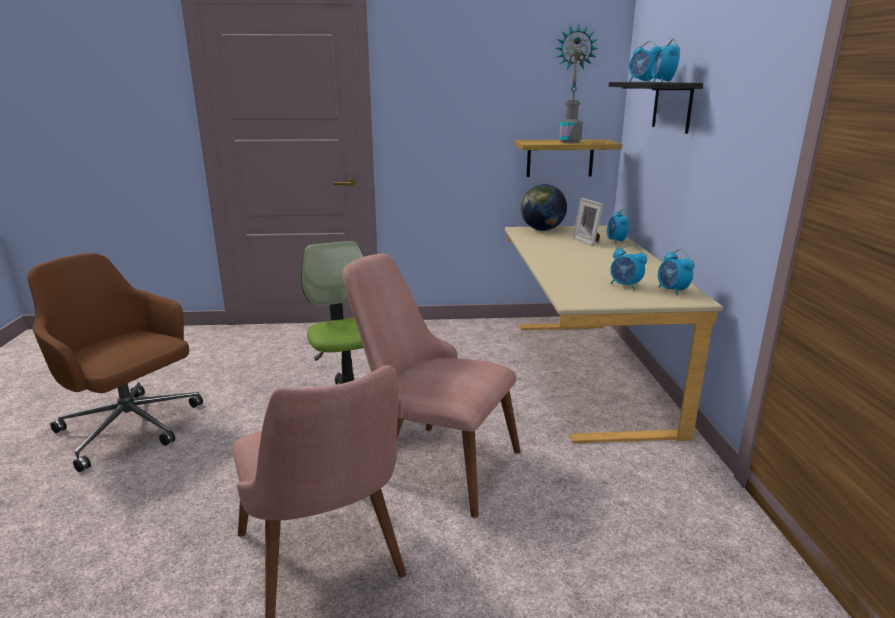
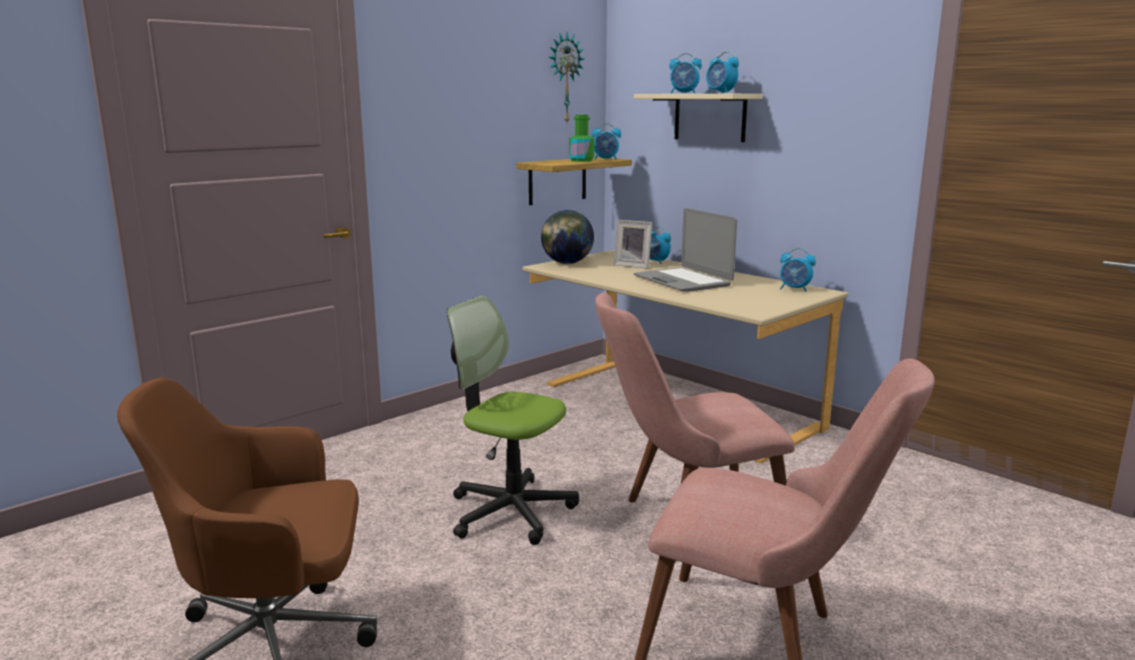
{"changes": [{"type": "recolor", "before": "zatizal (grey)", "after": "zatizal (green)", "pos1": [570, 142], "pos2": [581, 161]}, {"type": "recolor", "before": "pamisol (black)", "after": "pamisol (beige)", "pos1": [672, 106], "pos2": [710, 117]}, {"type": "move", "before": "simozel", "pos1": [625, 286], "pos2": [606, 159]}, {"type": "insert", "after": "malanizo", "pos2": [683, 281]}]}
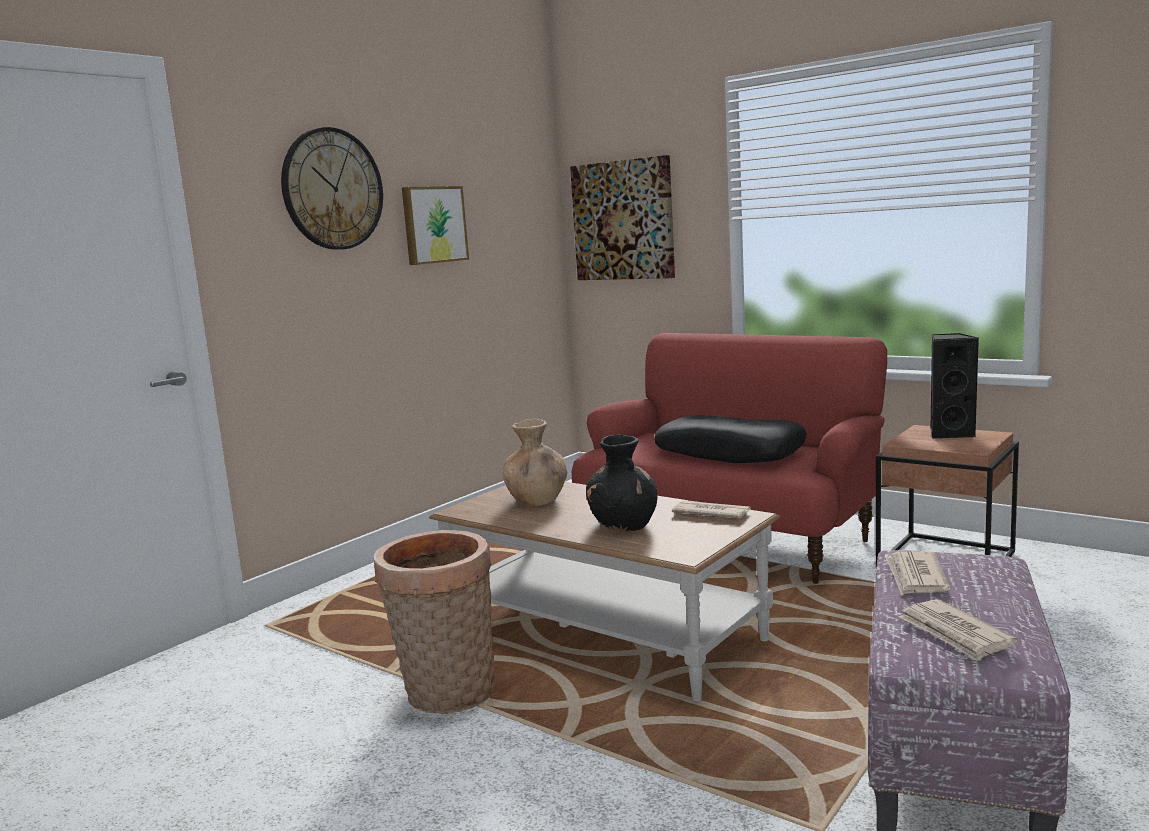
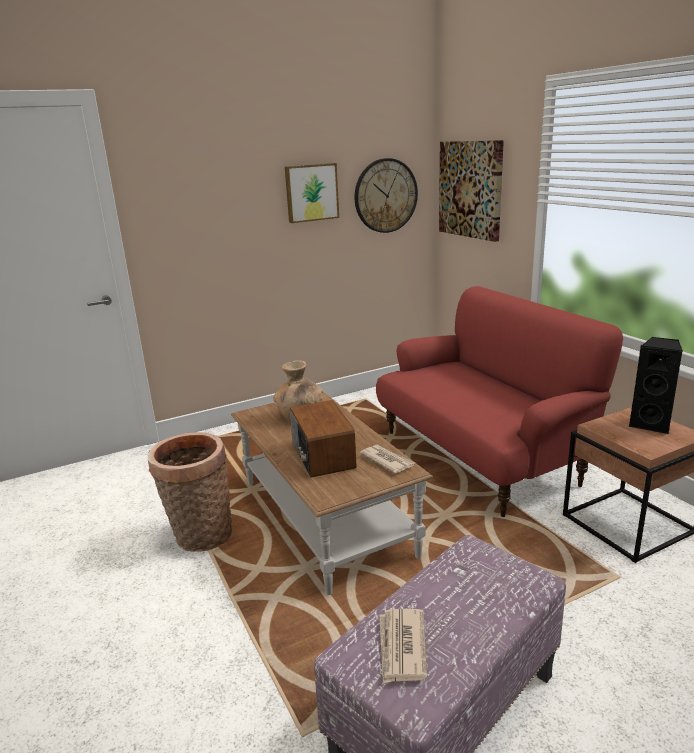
{"changes": [{"type": "move", "before": "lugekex", "pos1": [332, 189], "pos2": [385, 196]}, {"type": "replace", "before": "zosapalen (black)", "after": "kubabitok", "pos1": [624, 525], "pos2": [322, 456]}, {"type": "delete", "before": "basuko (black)", "pos1": [730, 453]}, {"type": "delete", "before": "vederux", "pos1": [916, 577]}]}
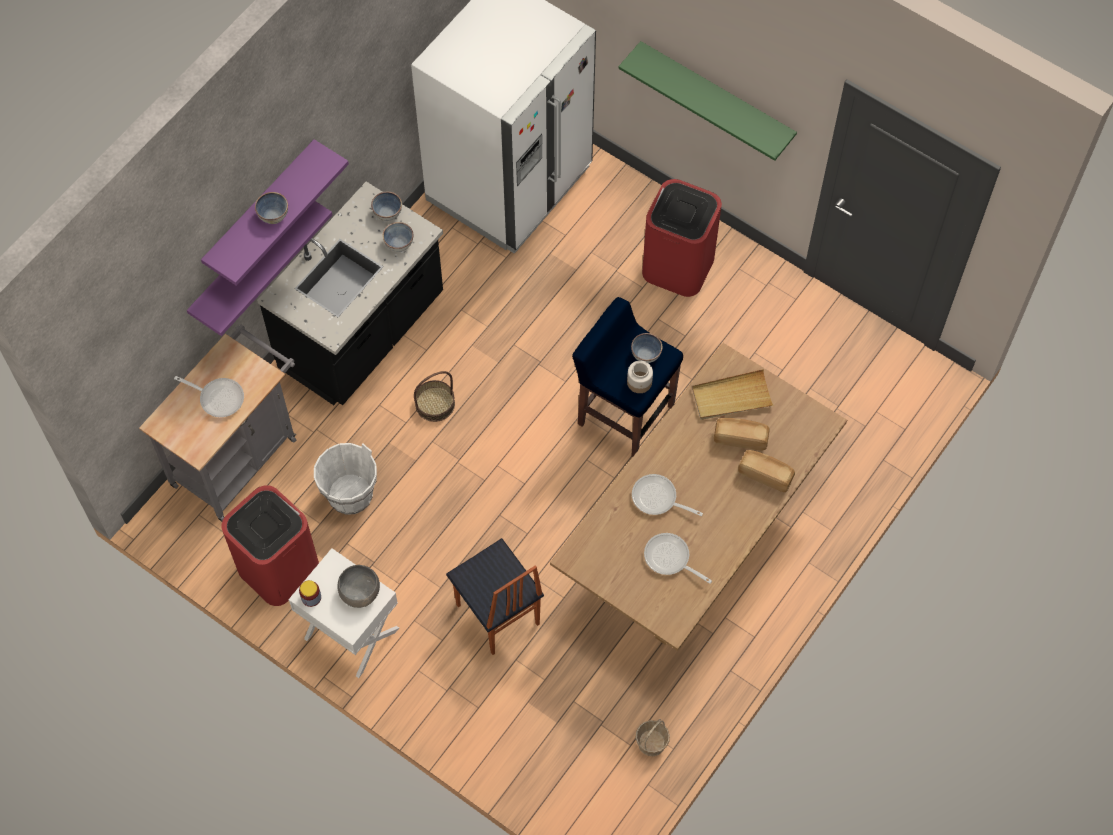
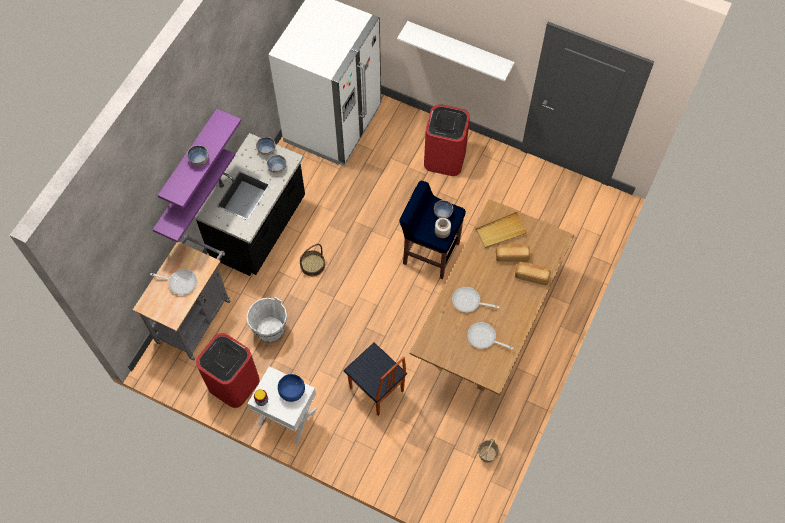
{"changes": [{"type": "recolor", "before": "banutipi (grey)", "after": "banutipi (blue)", "pos1": [359, 592], "pos2": [292, 391]}, {"type": "recolor", "before": "pamisol (green)", "after": "pamisol (white)", "pos1": [716, 97], "pos2": [459, 48]}]}
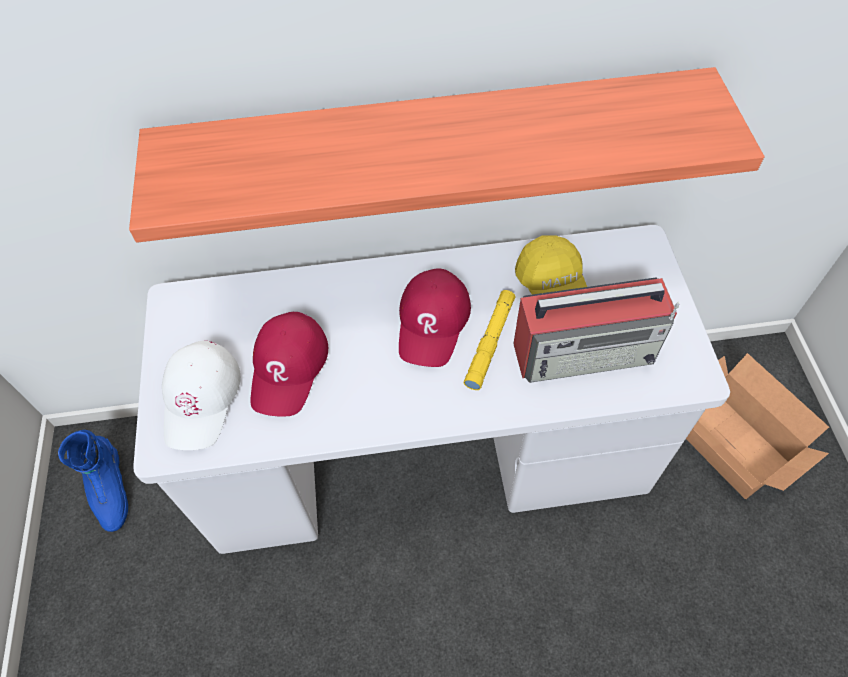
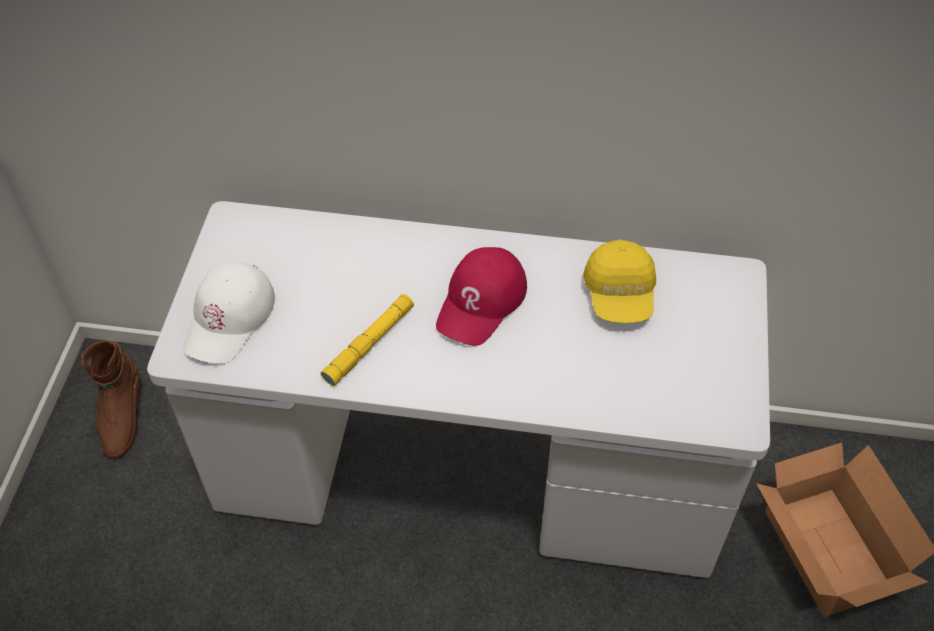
{"changes": [{"type": "recolor", "before": "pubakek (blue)", "after": "pubakek (brown)", "pos1": [110, 490], "pos2": [122, 417]}, {"type": "delete", "before": "pamisol", "pos1": [434, 139]}, {"type": "delete", "before": "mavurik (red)", "pos1": [288, 367]}, {"type": "move", "before": "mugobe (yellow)", "pos1": [490, 343], "pos2": [369, 344]}, {"type": "delete", "before": "kubabitok", "pos1": [586, 352]}]}
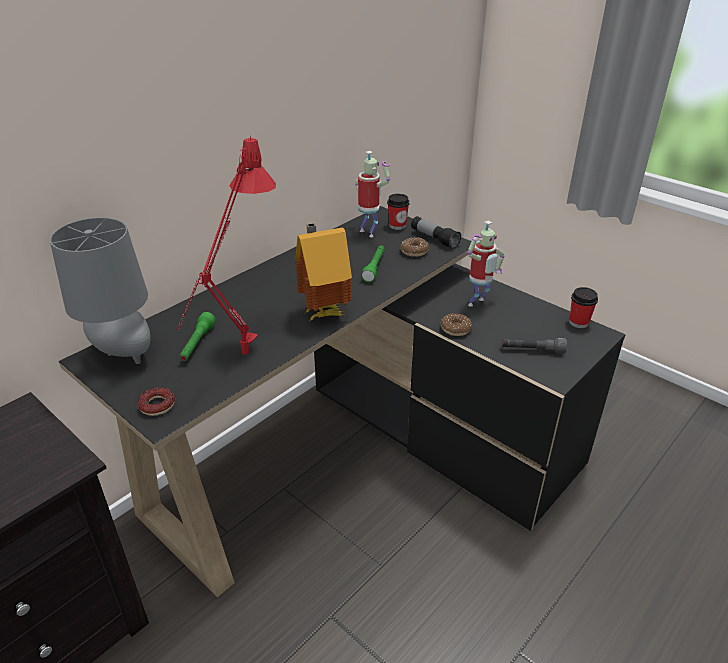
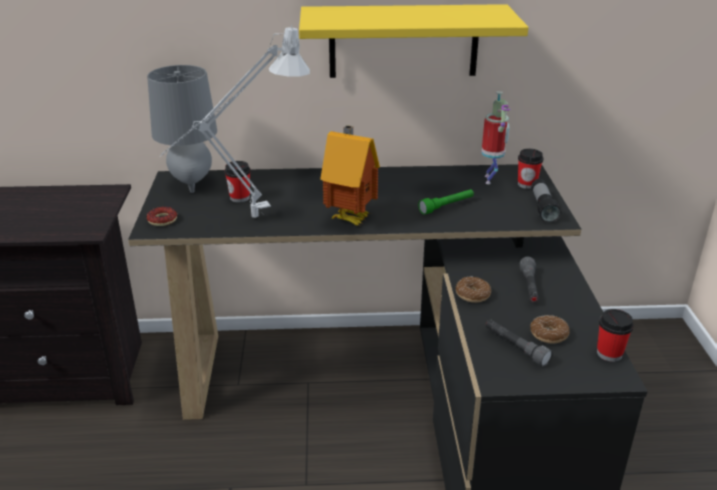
{"changes": [{"type": "recolor", "before": "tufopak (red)", "after": "tufopak (grey)", "pos1": [240, 361], "pos2": [245, 221]}, {"type": "replace", "before": "mugobe (green)", "after": "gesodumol", "pos1": [197, 344], "pos2": [240, 198]}, {"type": "move", "before": "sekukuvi", "pos1": [414, 251], "pos2": [549, 334]}, {"type": "replace", "before": "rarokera", "after": "mugobe (grey)", "pos1": [478, 304], "pos2": [529, 287]}, {"type": "insert", "after": "pamisol (yellow)", "pos2": [403, 41]}]}
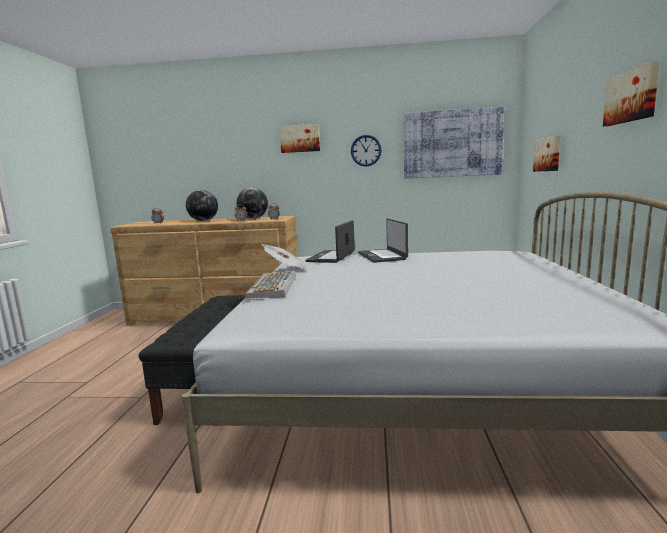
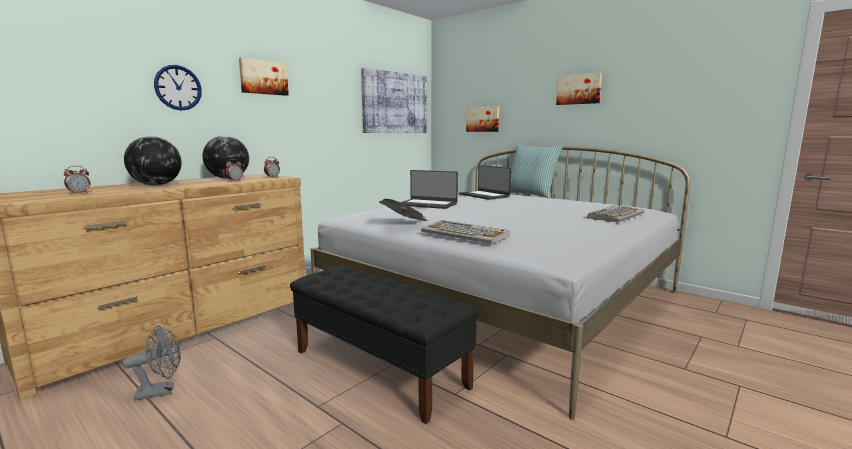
{"changes": [{"type": "move", "before": "malanizo", "pos1": [332, 257], "pos2": [484, 195]}, {"type": "move", "before": "lugekex", "pos1": [366, 150], "pos2": [178, 88]}, {"type": "insert", "after": "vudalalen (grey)", "pos2": [161, 391]}, {"type": "insert", "after": "basuko", "pos2": [530, 194]}, {"type": "insert", "after": "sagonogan", "pos2": [616, 215]}]}
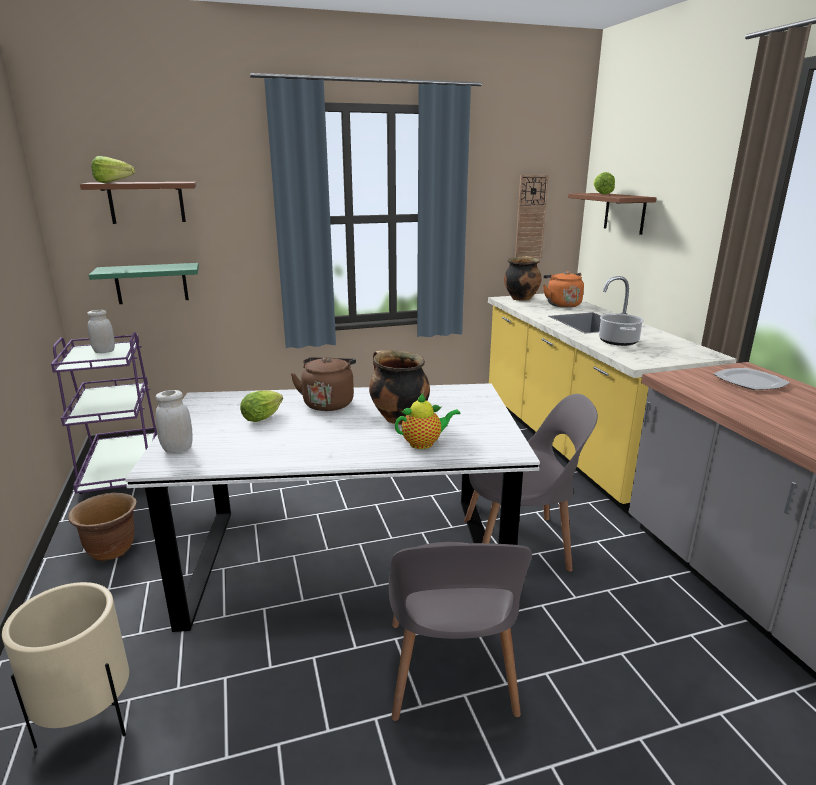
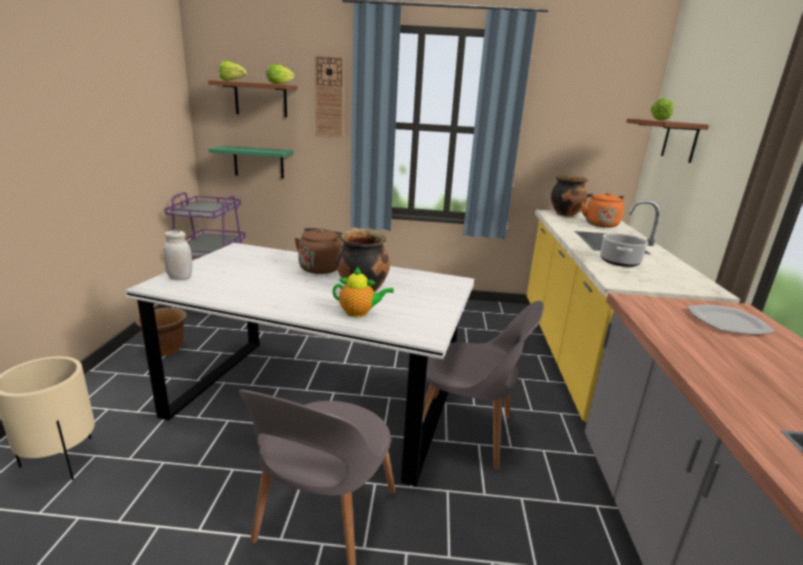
{"changes": [{"type": "delete", "before": "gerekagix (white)", "pos1": [104, 351]}, {"type": "move", "before": "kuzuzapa", "pos1": [264, 417], "pos2": [281, 84]}, {"type": "move", "before": "lugekex", "pos1": [530, 217], "pos2": [329, 97]}]}
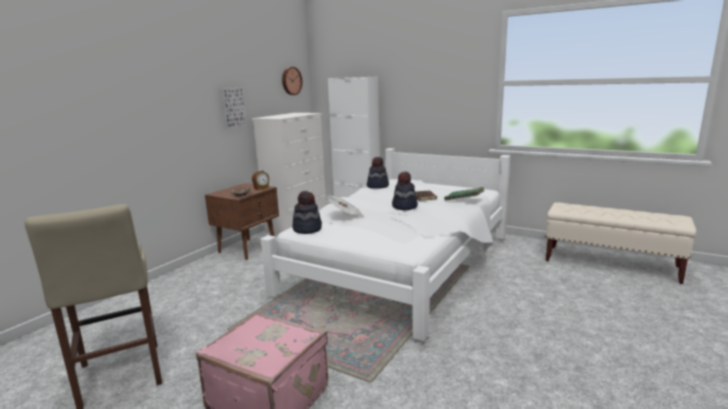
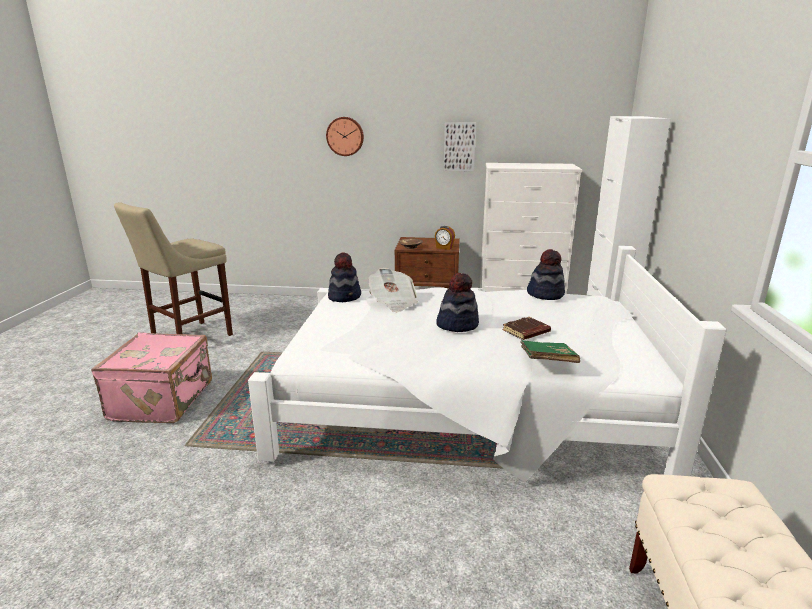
{"changes": [{"type": "move", "before": "lugekex", "pos1": [291, 81], "pos2": [345, 136]}]}
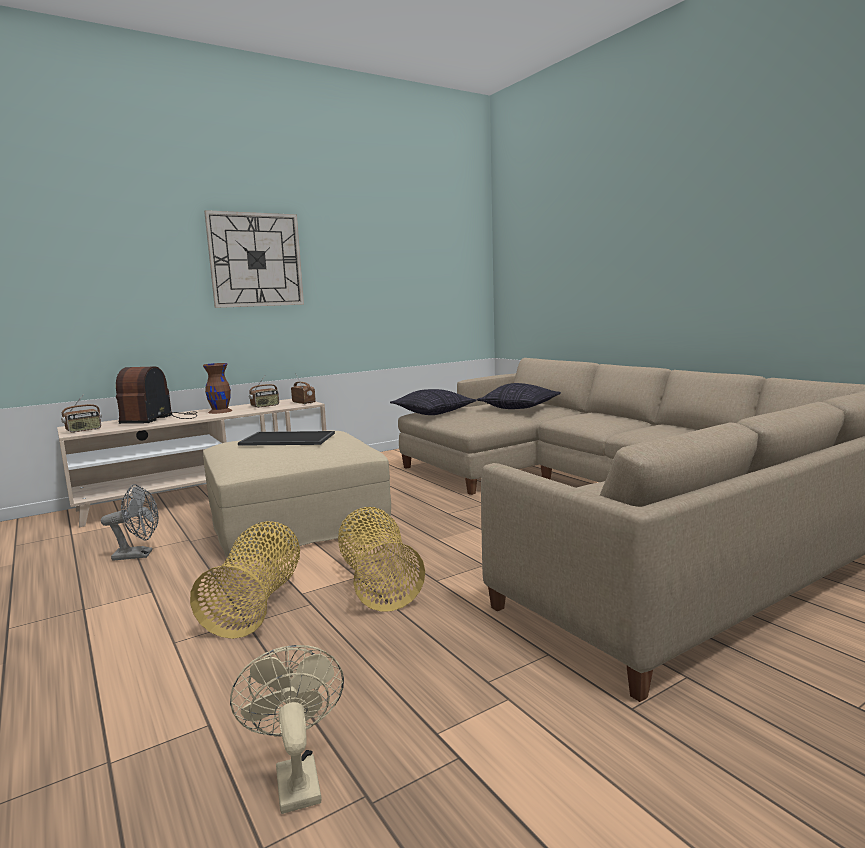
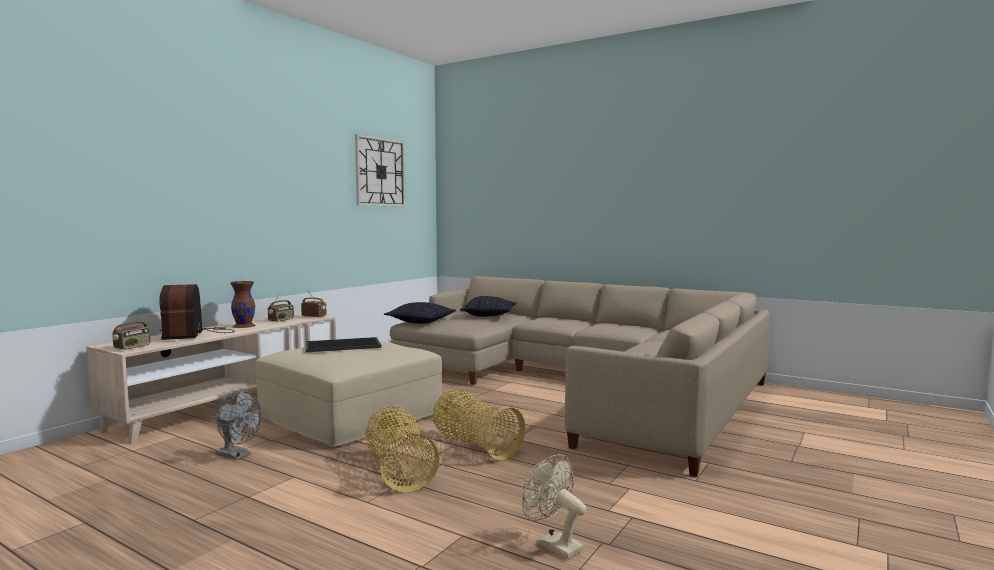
{"changes": [{"type": "rotate", "before": "vudalalen (grey)", "pos1": [139, 555], "pos2": [237, 455], "turn": 60}, {"type": "move", "before": "lugekex", "pos1": [256, 260], "pos2": [380, 172]}]}
